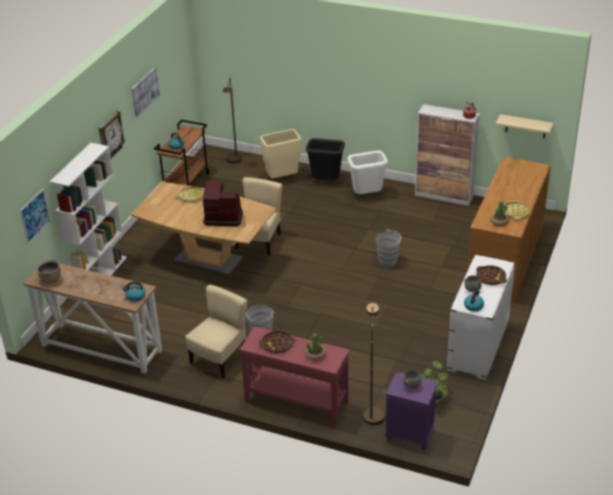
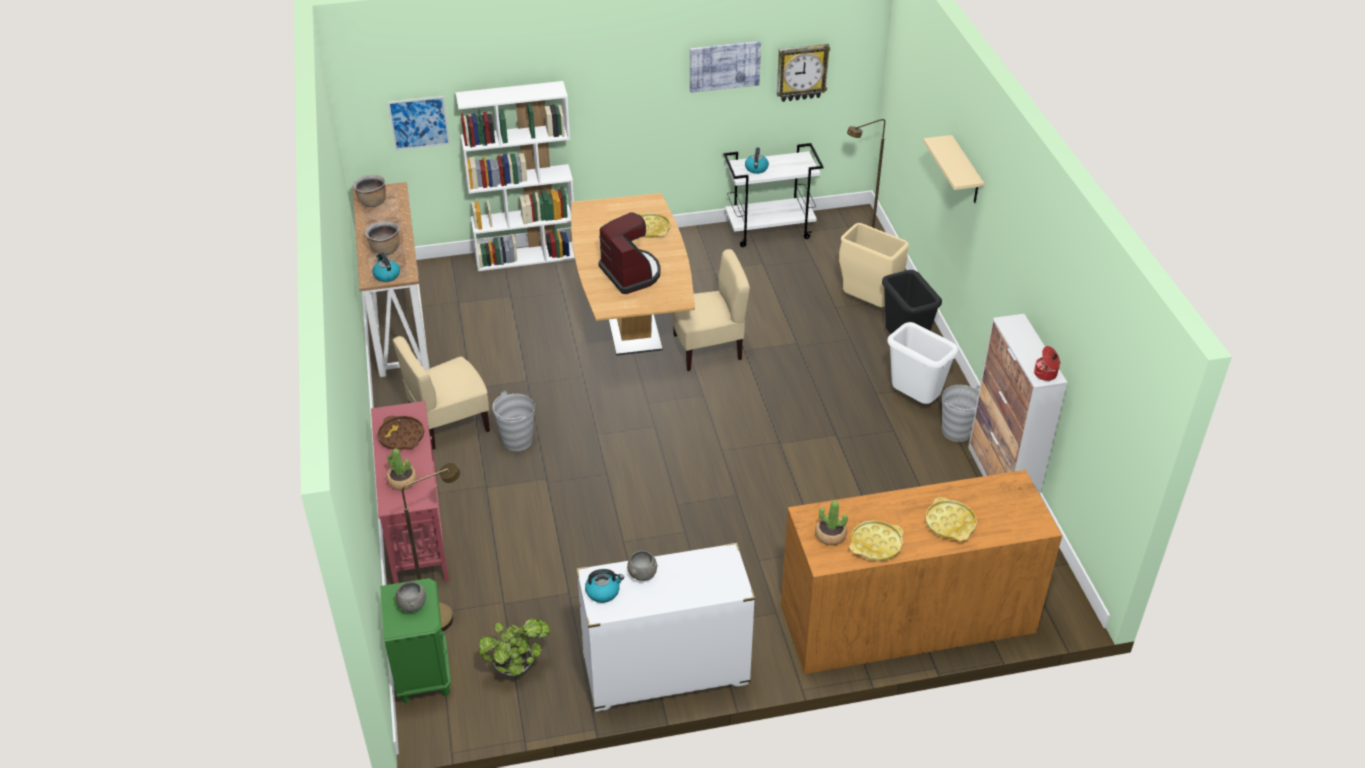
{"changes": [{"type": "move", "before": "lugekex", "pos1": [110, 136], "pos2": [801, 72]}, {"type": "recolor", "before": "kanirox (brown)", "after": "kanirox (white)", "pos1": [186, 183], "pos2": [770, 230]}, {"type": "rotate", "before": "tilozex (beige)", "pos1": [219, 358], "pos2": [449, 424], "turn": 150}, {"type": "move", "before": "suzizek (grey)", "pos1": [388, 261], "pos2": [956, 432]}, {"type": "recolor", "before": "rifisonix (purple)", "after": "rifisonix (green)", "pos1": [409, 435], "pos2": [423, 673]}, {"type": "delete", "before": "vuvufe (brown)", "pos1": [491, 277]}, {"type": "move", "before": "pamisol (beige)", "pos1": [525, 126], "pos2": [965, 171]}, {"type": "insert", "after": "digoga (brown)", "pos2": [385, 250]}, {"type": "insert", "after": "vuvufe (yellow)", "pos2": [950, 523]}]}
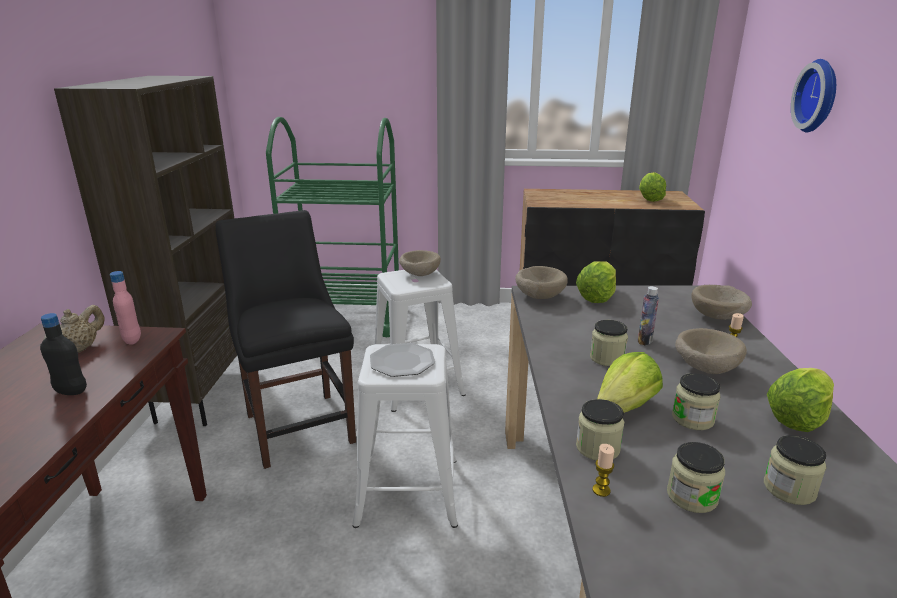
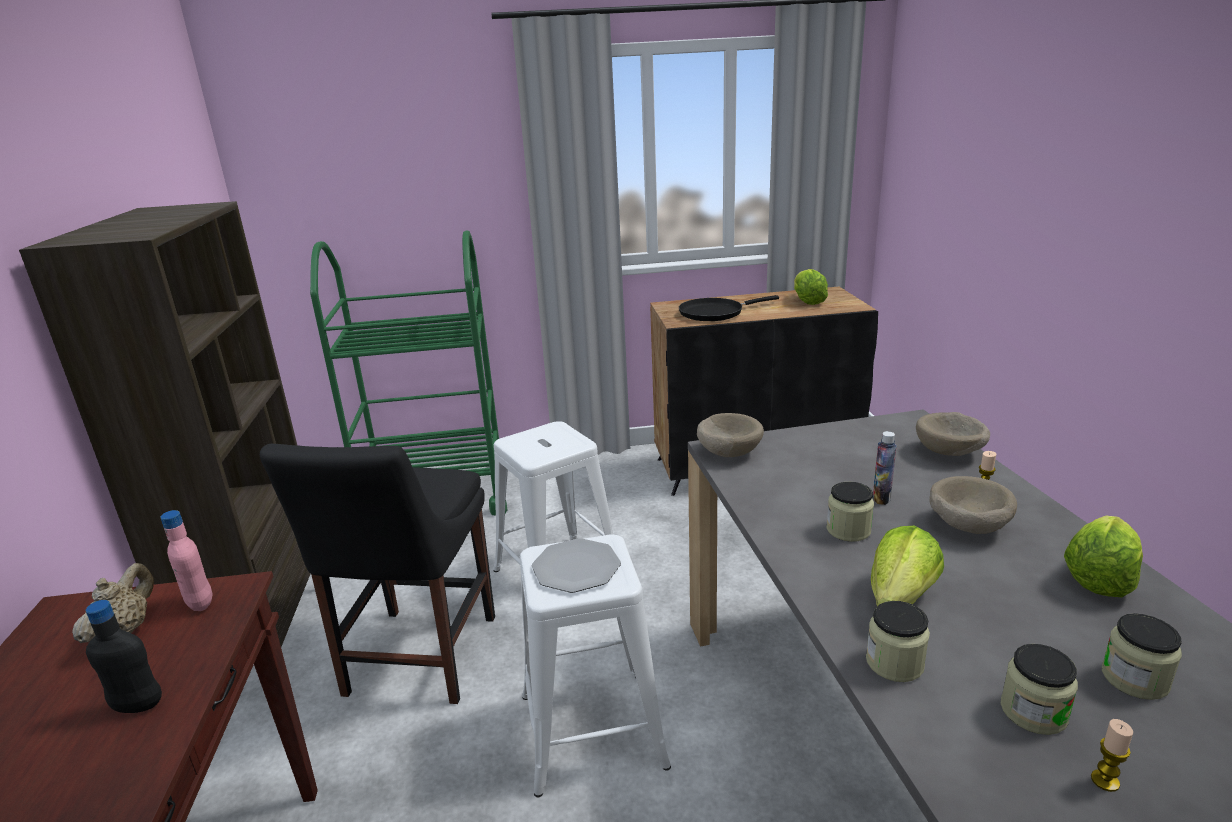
{"changes": [{"type": "rotate", "before": "tilozex (black)", "pos1": [299, 424], "pos2": [417, 660], "turn": -135}, {"type": "delete", "before": "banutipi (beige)", "pos1": [419, 274]}, {"type": "delete", "before": "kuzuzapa", "pos1": [597, 297]}, {"type": "move", "before": "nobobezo", "pos1": [601, 490], "pos2": [1105, 781]}, {"type": "delete", "before": "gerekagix", "pos1": [692, 419]}, {"type": "delete", "before": "lugekex", "pos1": [819, 96]}, {"type": "insert", "after": "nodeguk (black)", "pos2": [715, 313]}]}
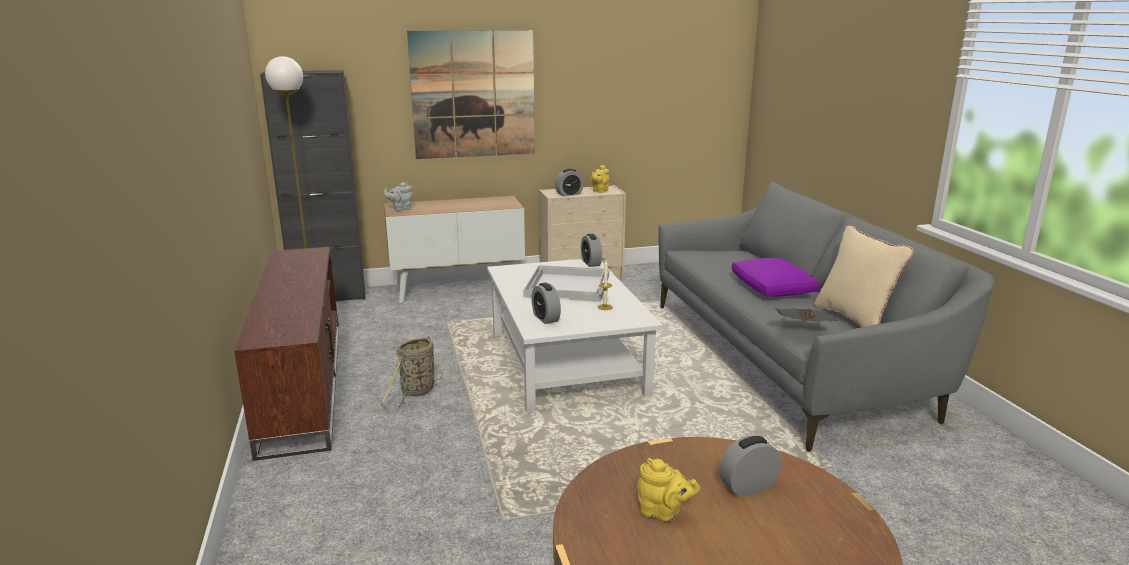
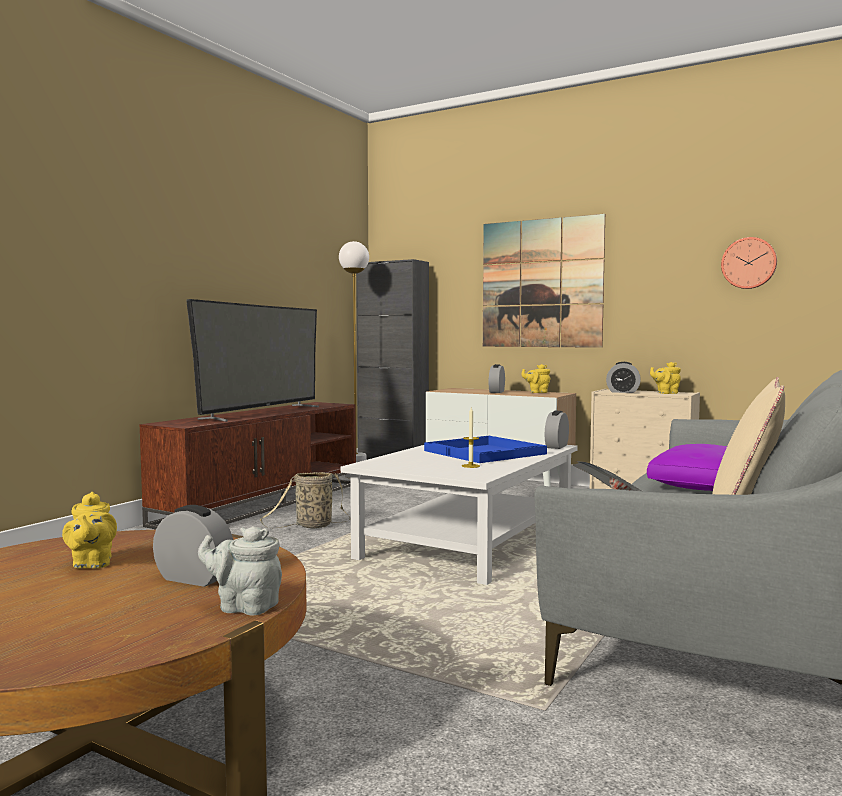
{"changes": [{"type": "move", "before": "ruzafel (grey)", "pos1": [400, 209], "pos2": [244, 606]}, {"type": "recolor", "before": "vuvufe (white)", "after": "vuvufe (blue)", "pos1": [568, 285], "pos2": [486, 452]}, {"type": "move", "before": "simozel", "pos1": [546, 318], "pos2": [496, 392]}, {"type": "insert", "after": "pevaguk", "pos2": [261, 413]}, {"type": "insert", "after": "ruzafel (yellow)", "pos2": [537, 392]}, {"type": "insert", "after": "lugekex", "pos2": [749, 263]}]}
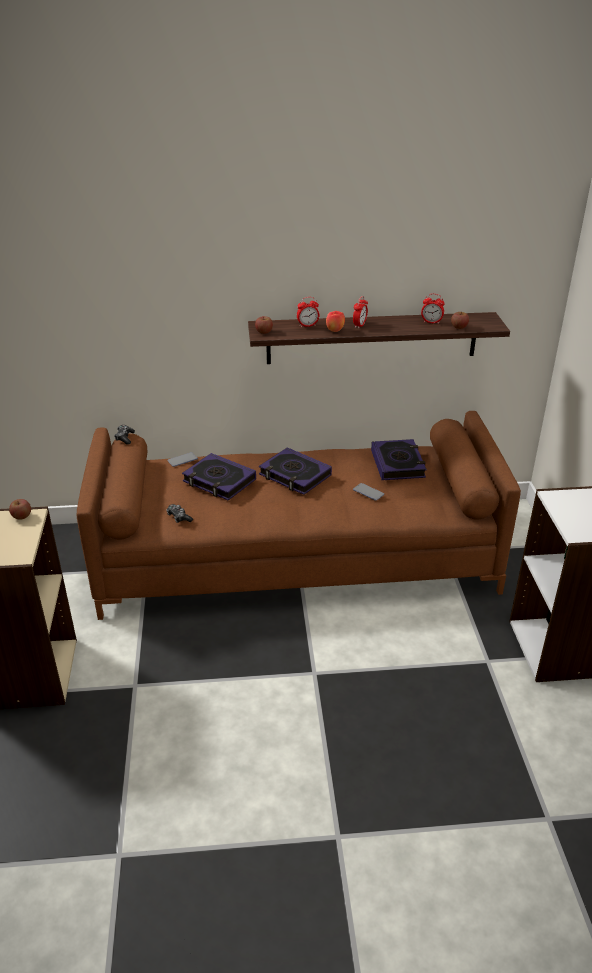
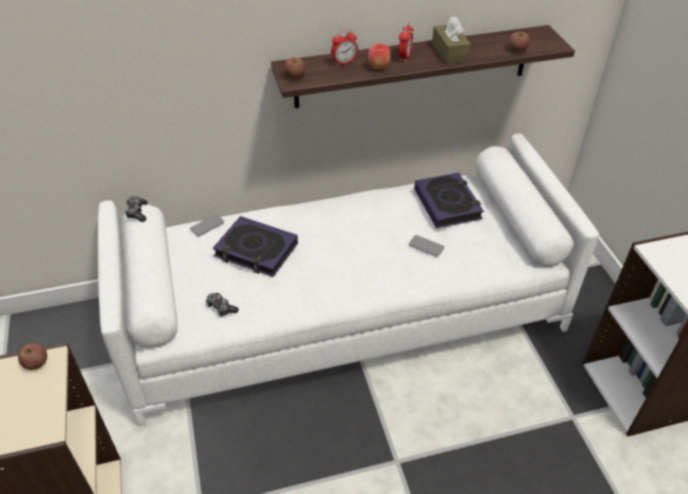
{"changes": [{"type": "recolor", "before": "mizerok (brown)", "after": "mizerok (white)", "pos1": [296, 558], "pos2": [344, 314]}, {"type": "delete", "before": "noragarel", "pos1": [295, 475]}, {"type": "delete", "before": "simozel", "pos1": [431, 322]}, {"type": "insert", "after": "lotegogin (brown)", "pos2": [449, 52]}]}
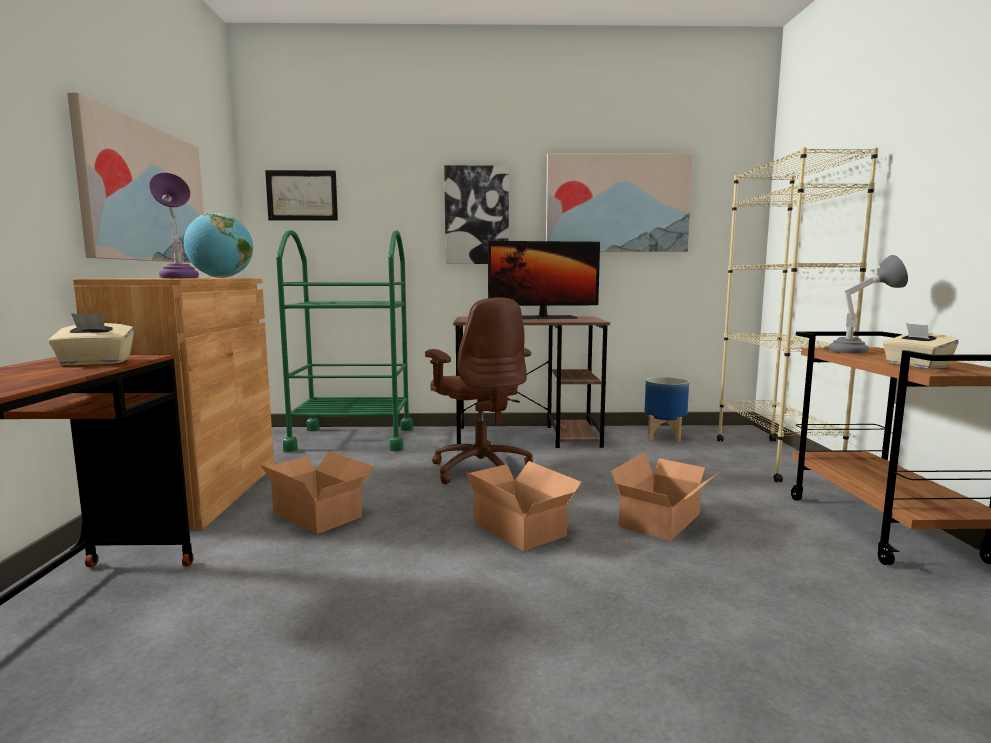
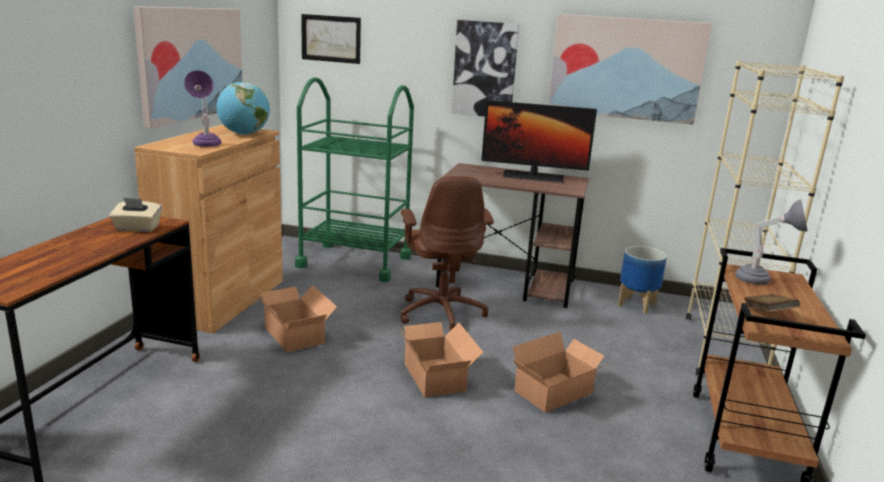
{"changes": [{"type": "replace", "before": "lotegogin (beige)", "after": "noragarel (brown)", "pos1": [915, 365], "pos2": [768, 314]}]}
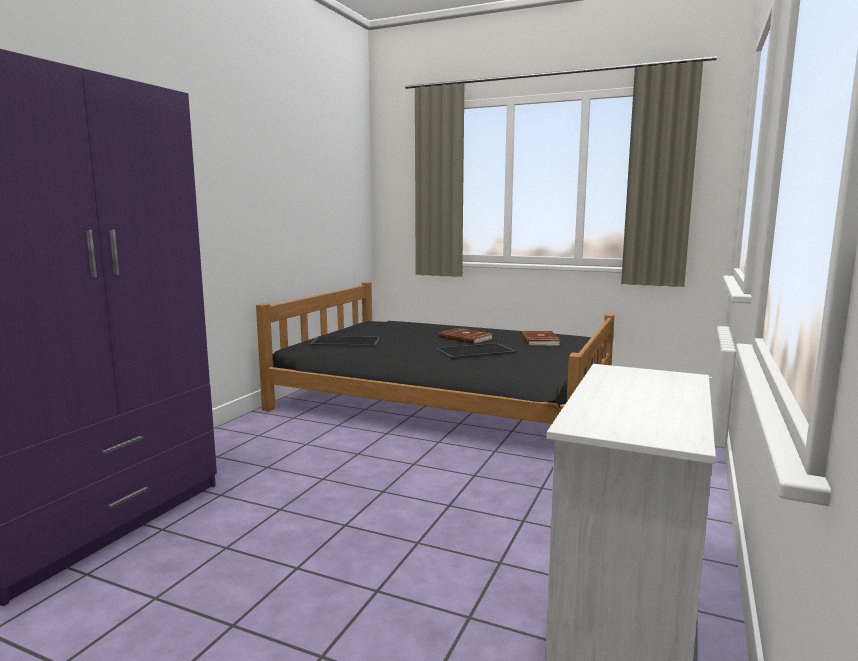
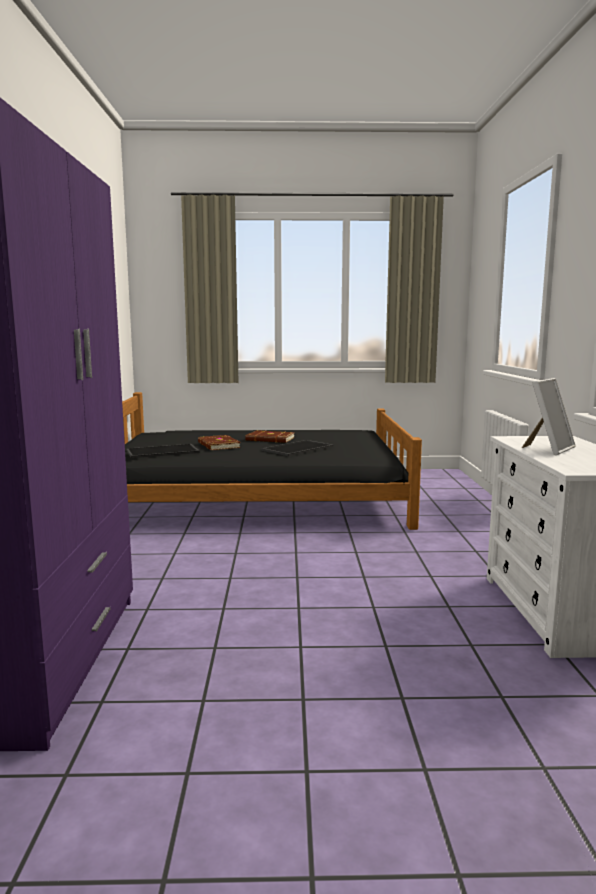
{"changes": [{"type": "move", "before": "noragarel (brown)", "pos1": [539, 341], "pos2": [218, 445]}, {"type": "insert", "after": "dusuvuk", "pos2": [548, 449]}]}
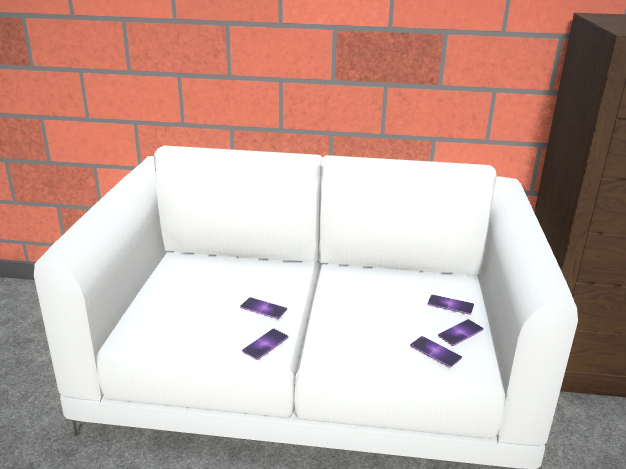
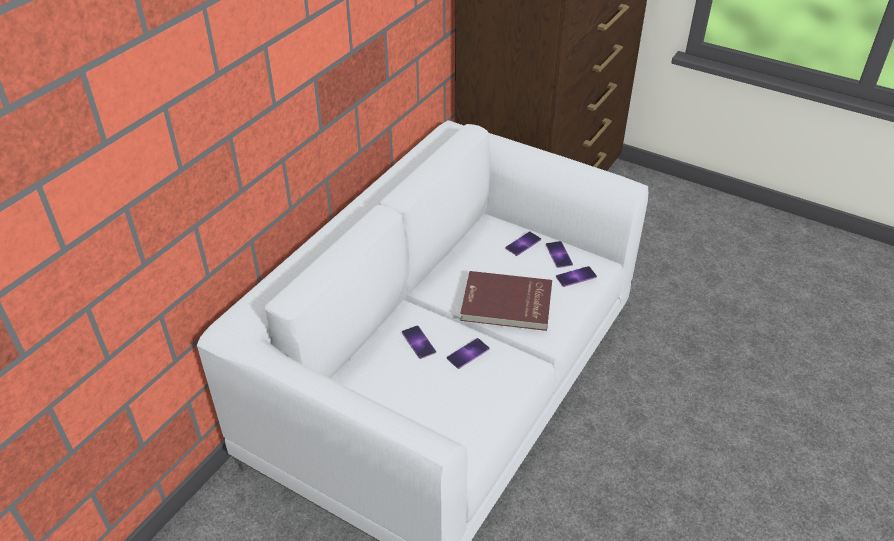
{"changes": [{"type": "move", "before": "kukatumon", "pos1": [265, 344], "pos2": [418, 342]}, {"type": "insert", "after": "noragarel (red)", "pos2": [506, 304]}]}
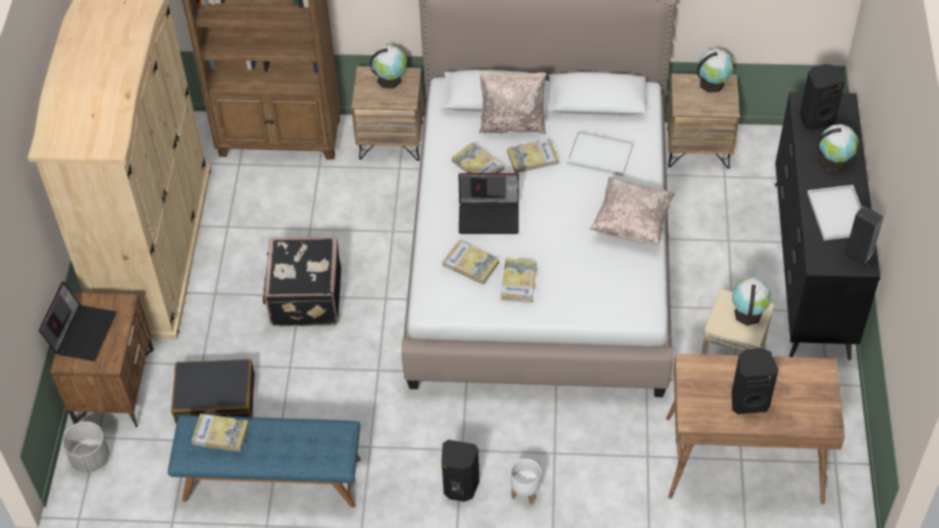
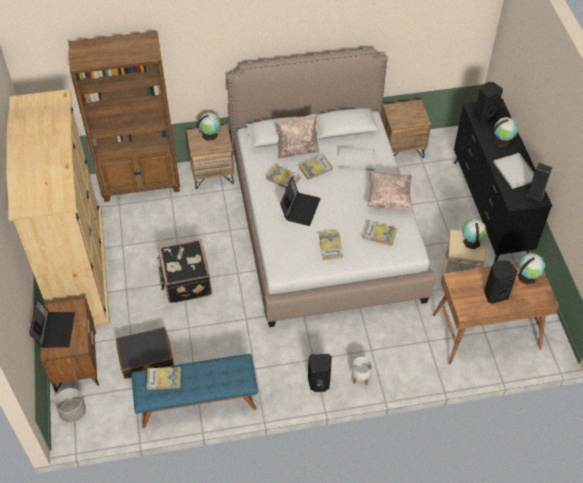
{"changes": [{"type": "move", "before": "noragarel", "pos1": [470, 264], "pos2": [379, 234]}, {"type": "rotate", "before": "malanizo", "pos1": [489, 215], "pos2": [300, 208], "turn": -60}, {"type": "move", "before": "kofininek", "pos1": [713, 83], "pos2": [527, 276]}]}
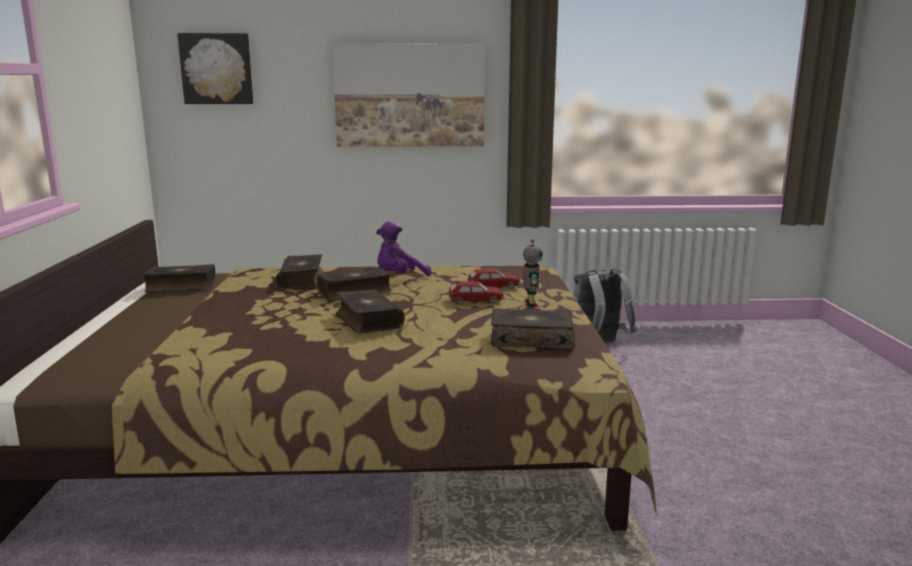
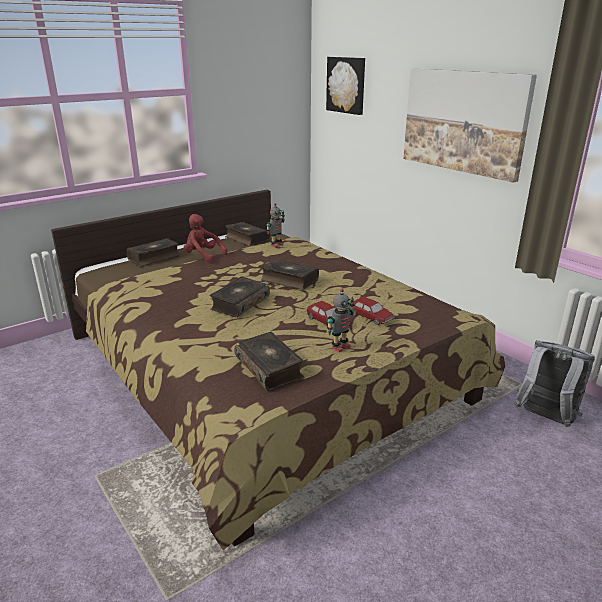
{"changes": [{"type": "move", "before": "noragarel", "pos1": [302, 280], "pos2": [154, 258]}, {"type": "delete", "before": "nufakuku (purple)", "pos1": [399, 277]}, {"type": "insert", "after": "nufakuku (red)", "pos2": [203, 256]}, {"type": "insert", "after": "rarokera", "pos2": [276, 245]}]}
